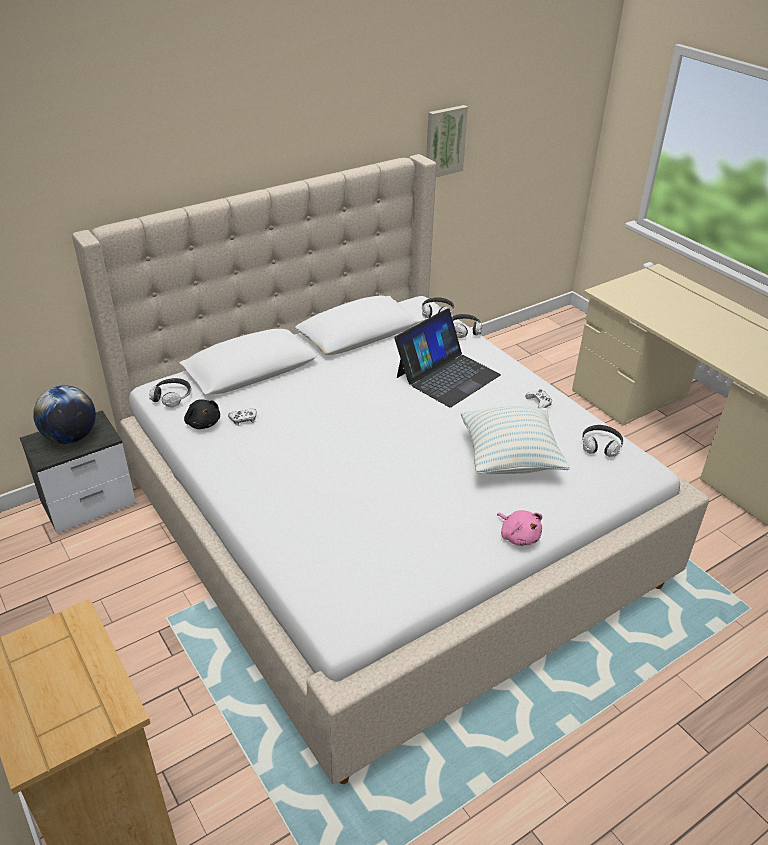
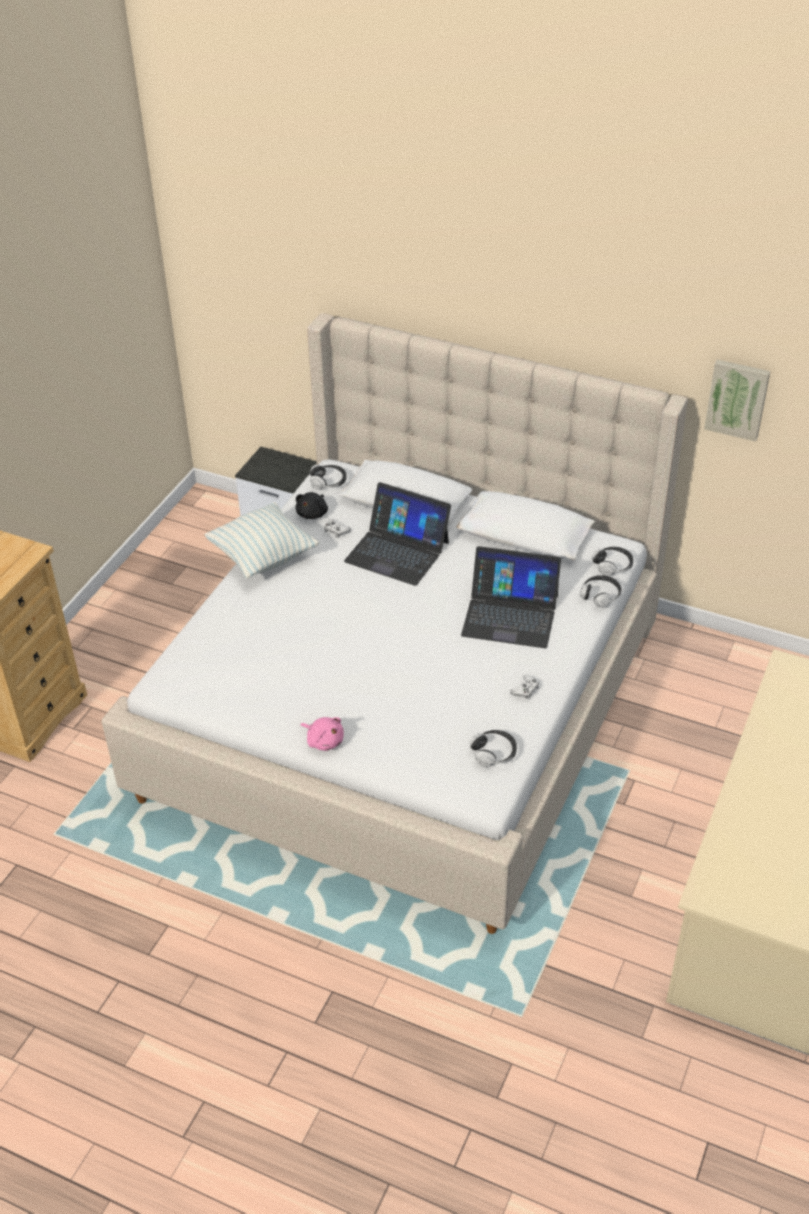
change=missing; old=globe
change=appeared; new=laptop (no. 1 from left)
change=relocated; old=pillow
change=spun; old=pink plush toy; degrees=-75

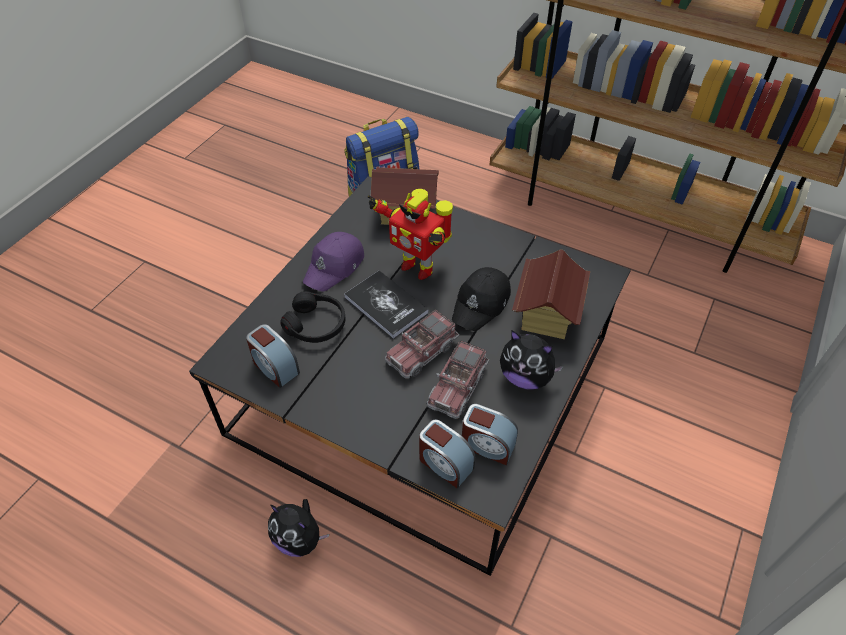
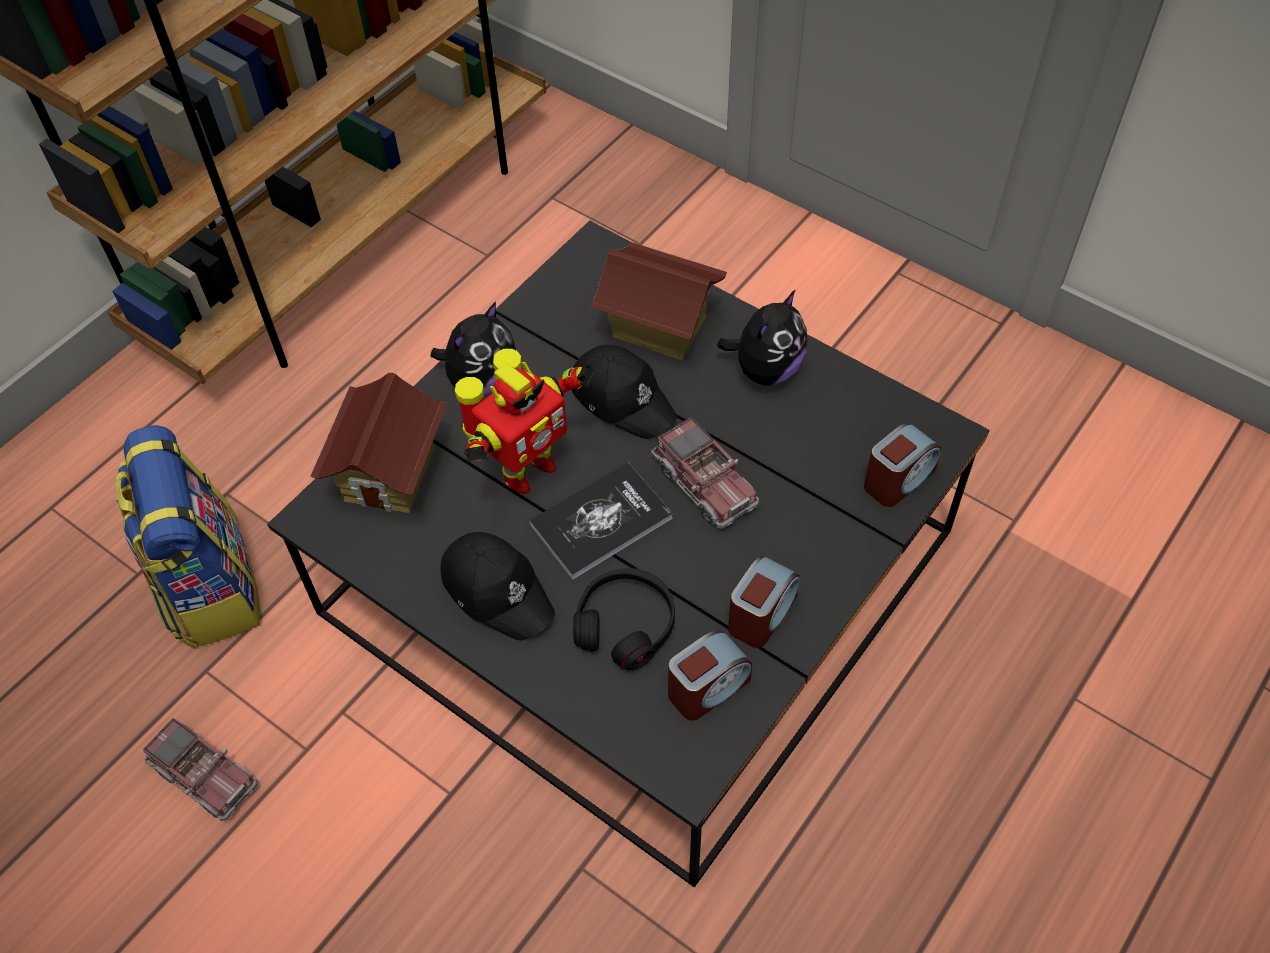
change=relocated; old=plush toy (no. 1 from left)
change=relocated; old=toy truck (no. 2 from left in the first image); new=toy truck (no. 1 from left)
change=relocated; old=alarm clock (no. 3 from left in the first image); new=alarm clock (no. 2 from left)
change=colour; old=purple cap; new=black cap (no. 1 from left)

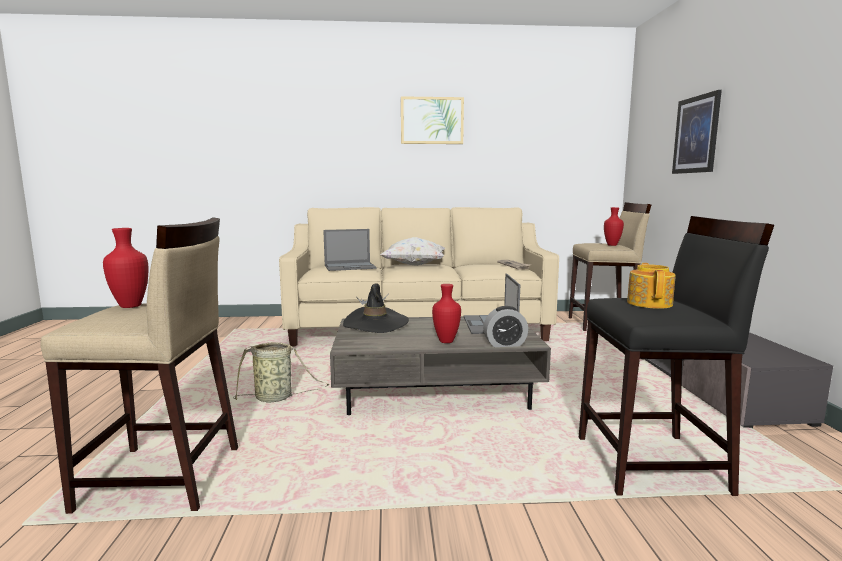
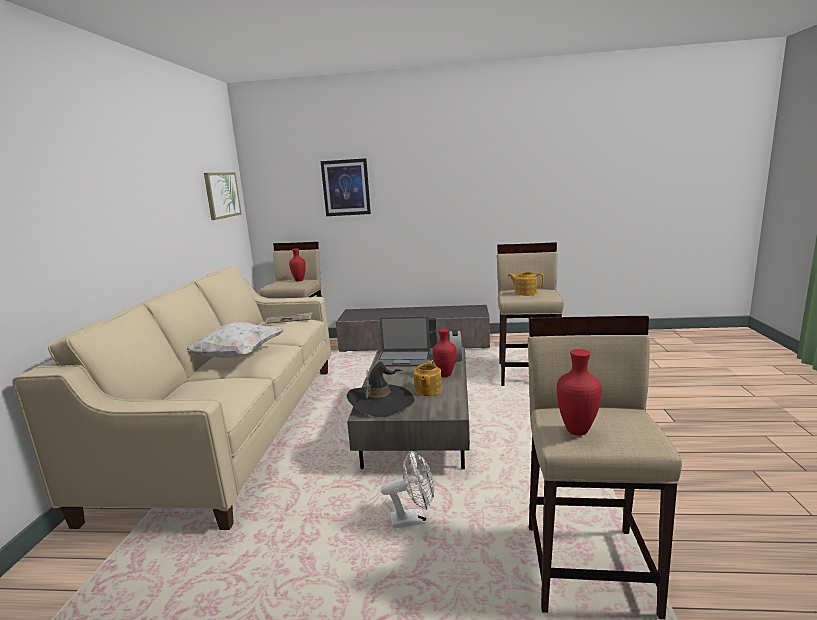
change=missing; old=laptop (no. 1 from left)
change=appeared; new=teapot (no. 1 from left)
change=relocated; old=picture (no. 1 from left)
change=exchanged; old=basket; new=white fan
change=colour; old=black stool; new=beige stool (no. 2 from left)

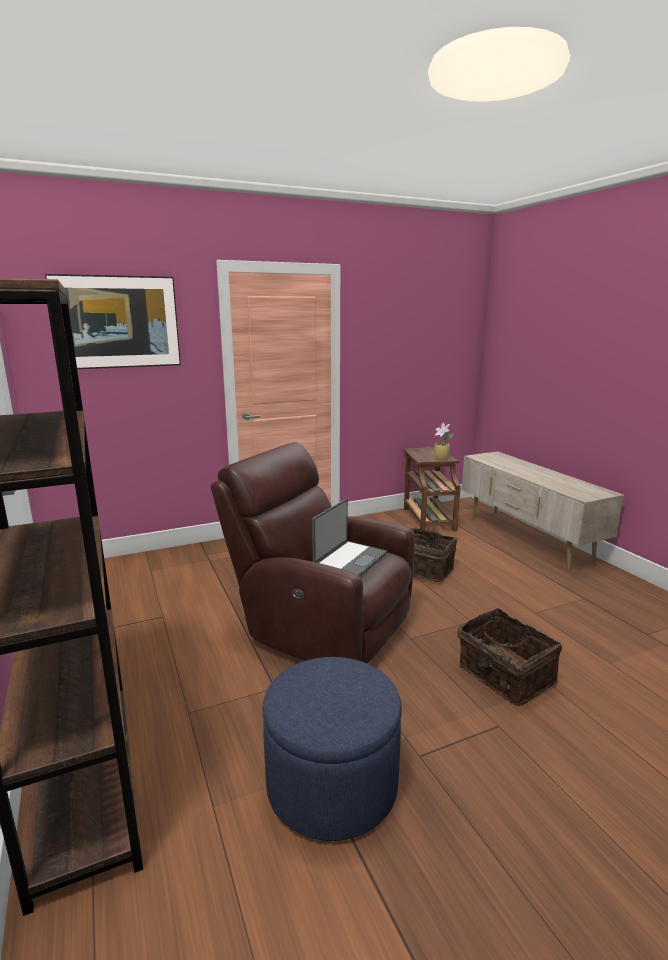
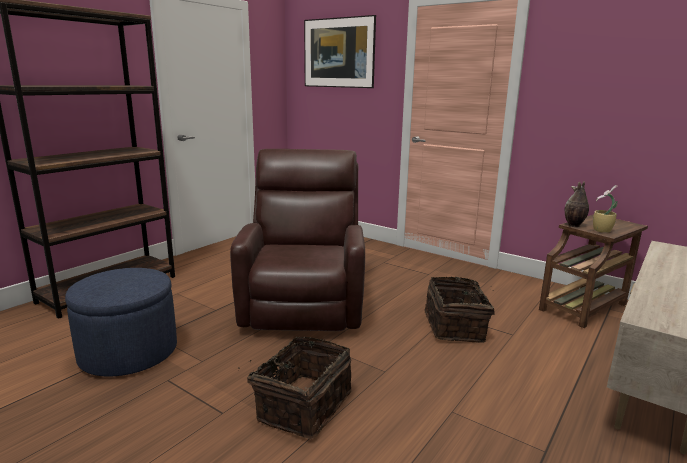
change=missing; old=laptop
change=appeared; new=vase

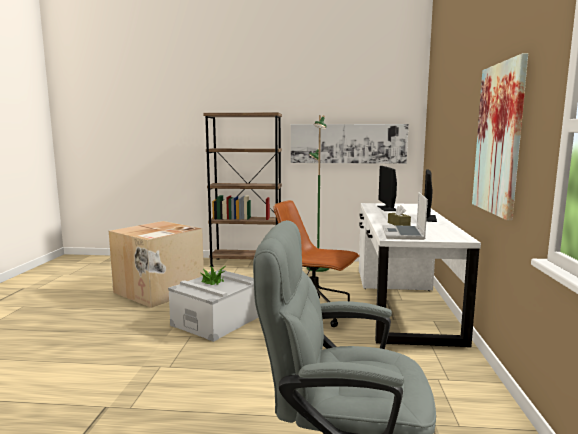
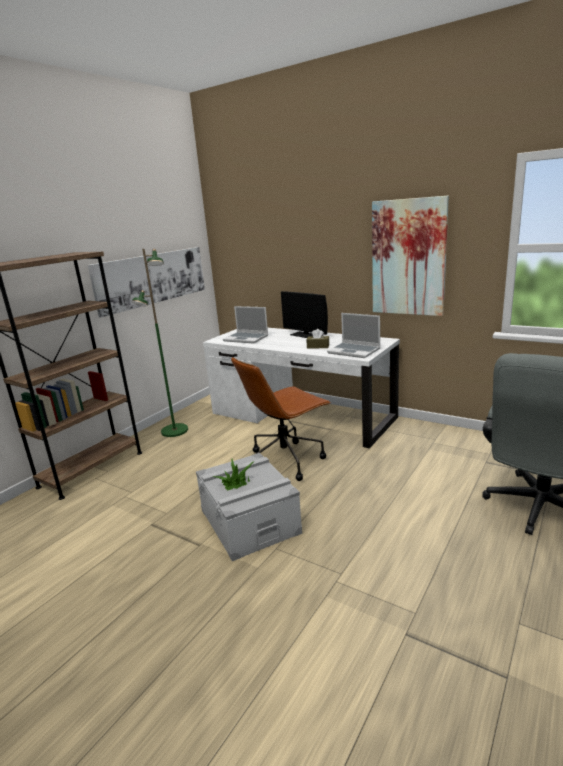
change=missing; old=cardboard box
change=exchanged; old=monitor (no. 1 from left); new=laptop (no. 1 from left)

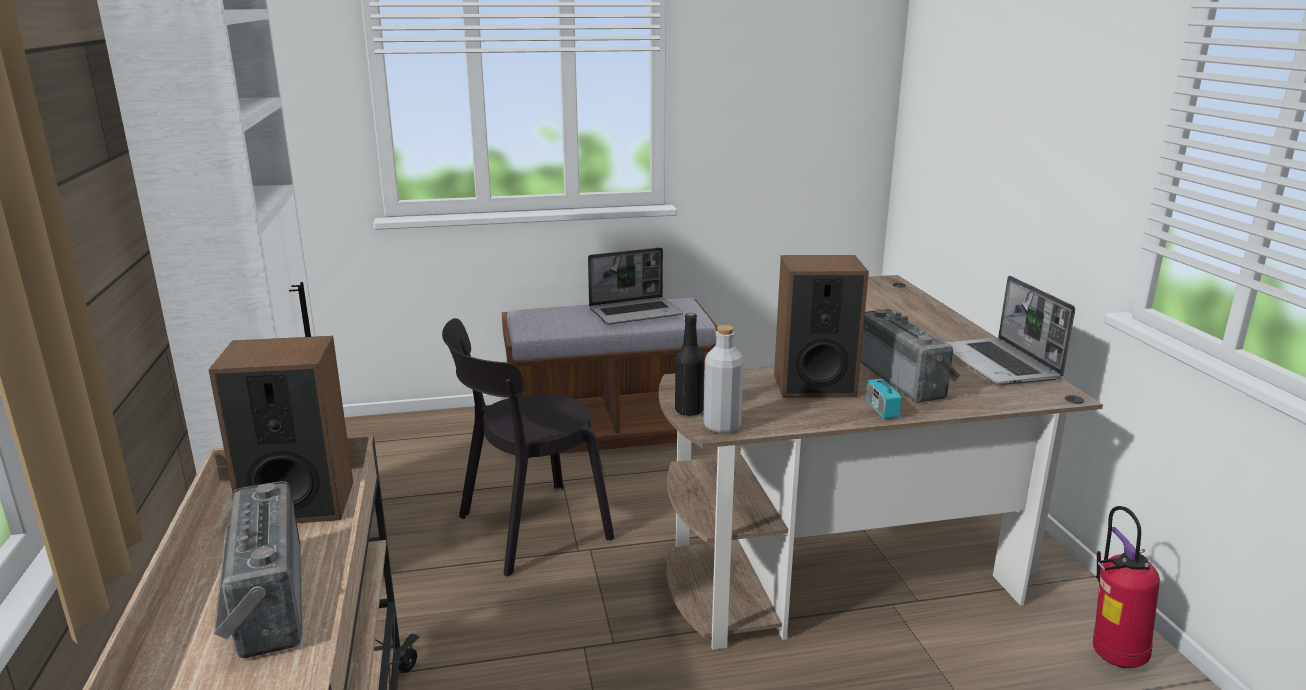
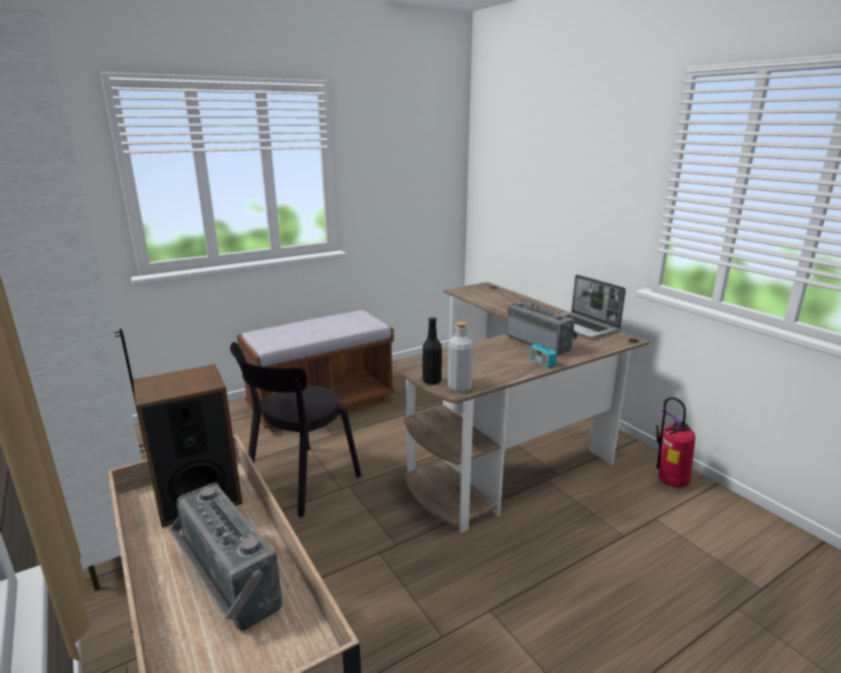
change=missing; old=laptop (no. 1 from left)
change=missing; old=speaker (no. 2 from left)

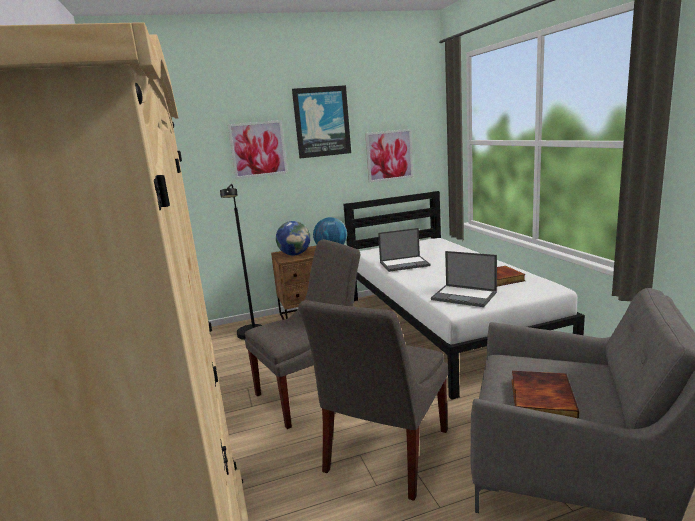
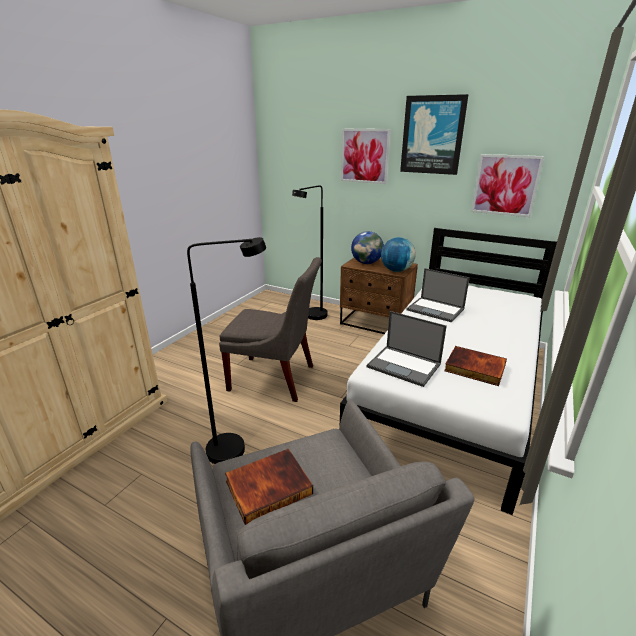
change=exchanged; old=grey chair (no. 2 from left); new=black floor lamp (no. 1 from left)
change=spun; old=laptop (no. 2 from left in the first image); degrees=-45

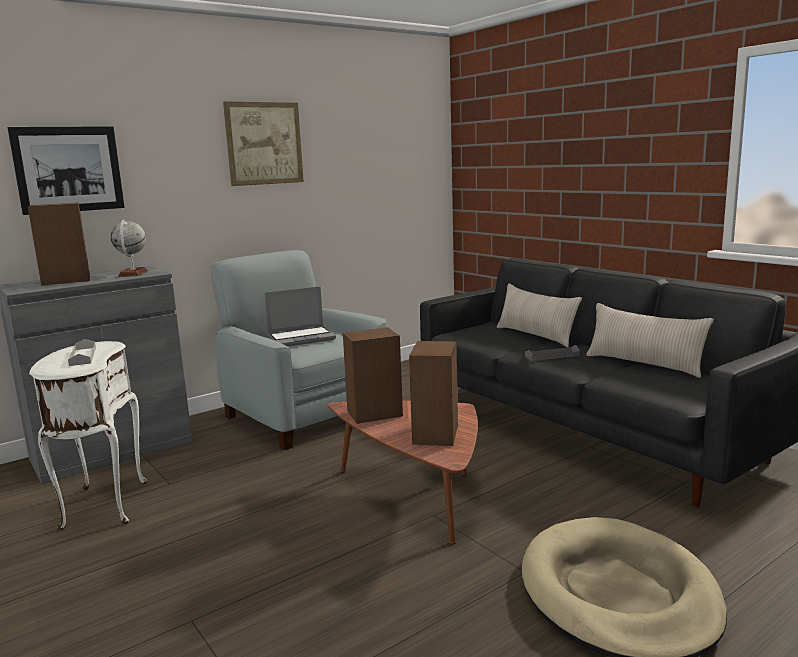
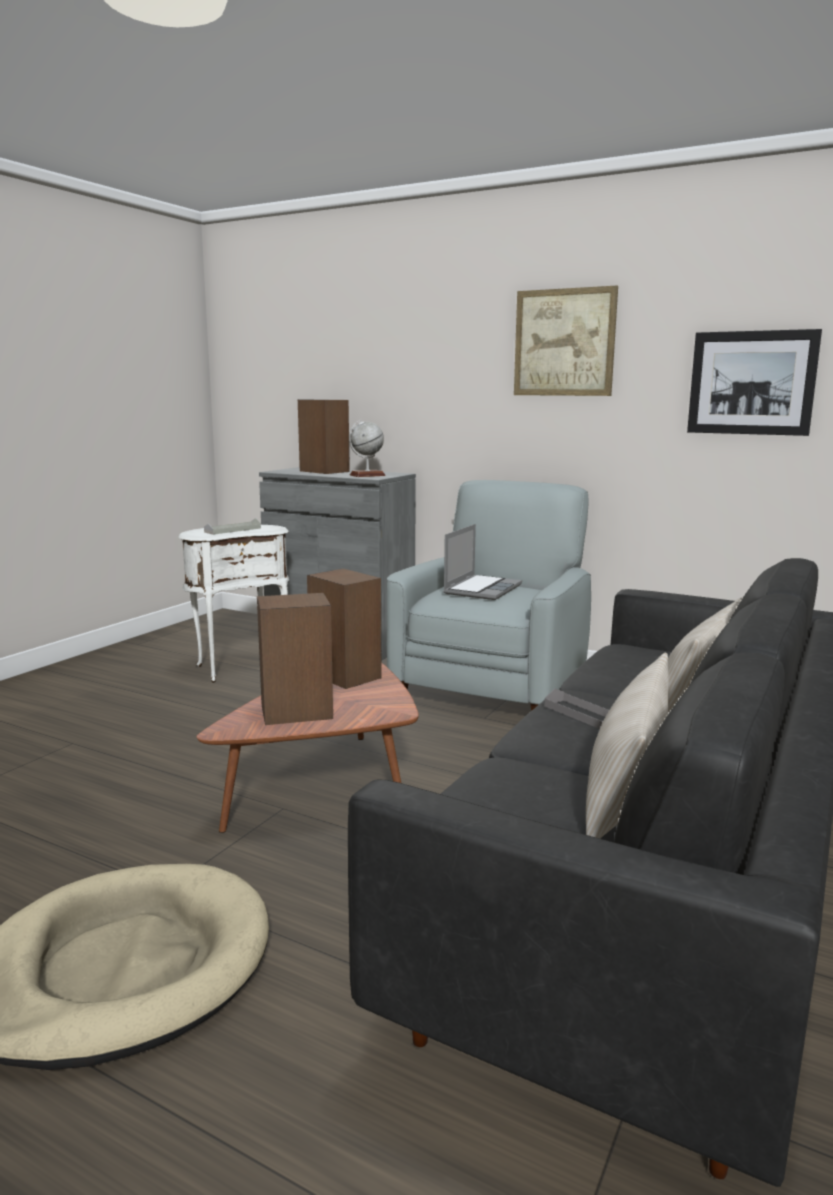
change=relocated; old=picture (no. 1 from left in the first image); new=picture (no. 2 from left)
change=spun; old=laptop; degrees=-105

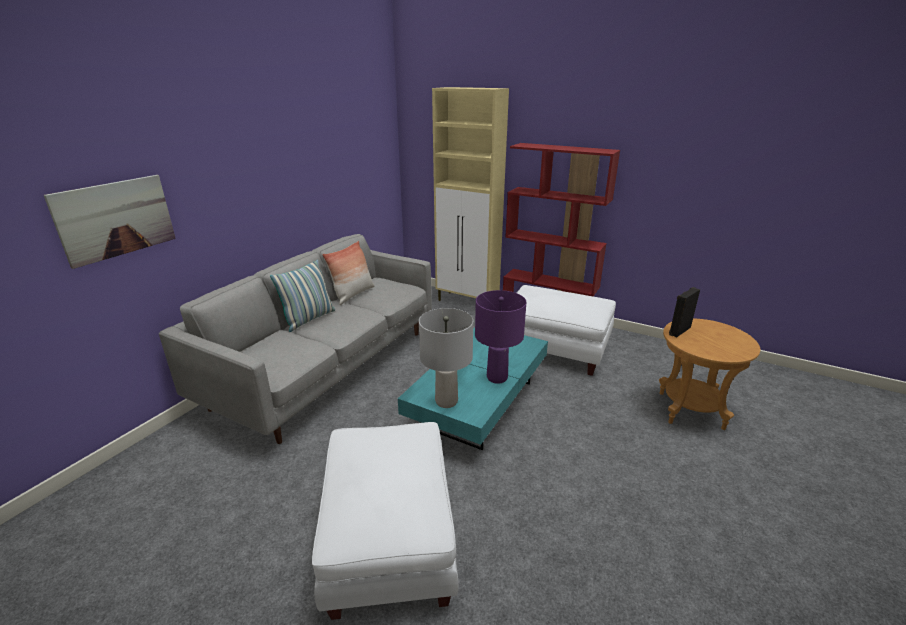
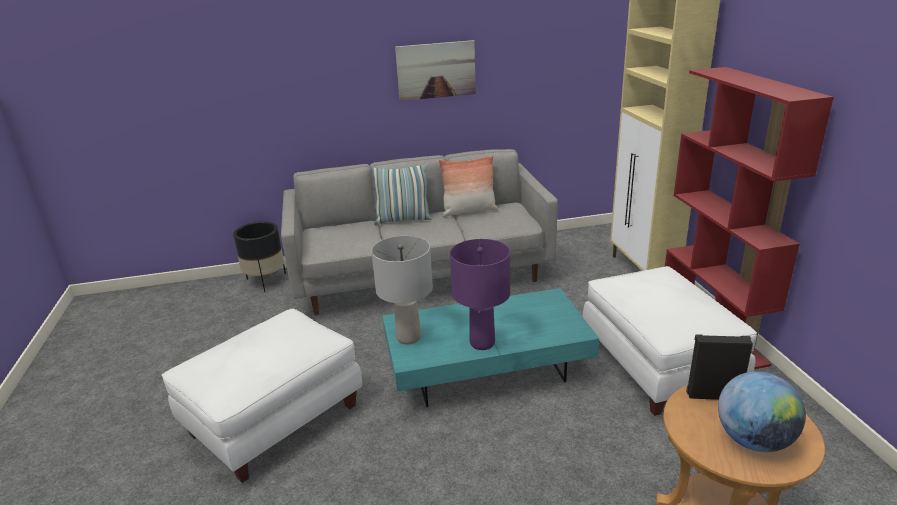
change=appeared; new=black planter
change=appeared; new=globe
change=relocated; old=picture

